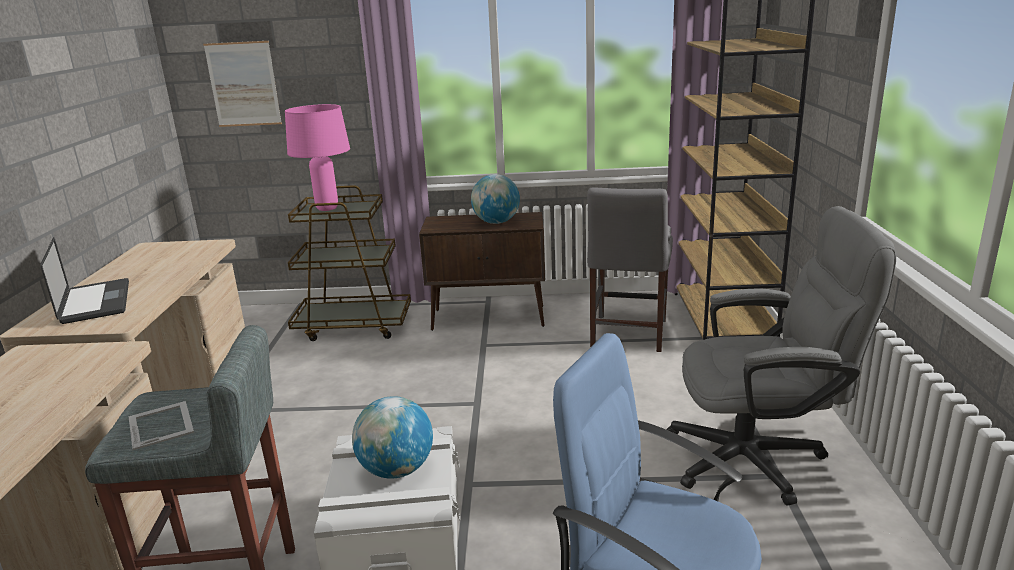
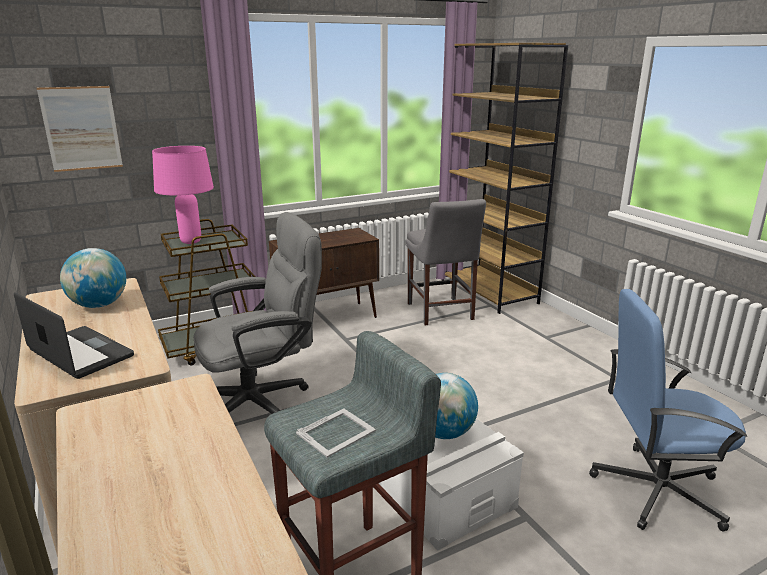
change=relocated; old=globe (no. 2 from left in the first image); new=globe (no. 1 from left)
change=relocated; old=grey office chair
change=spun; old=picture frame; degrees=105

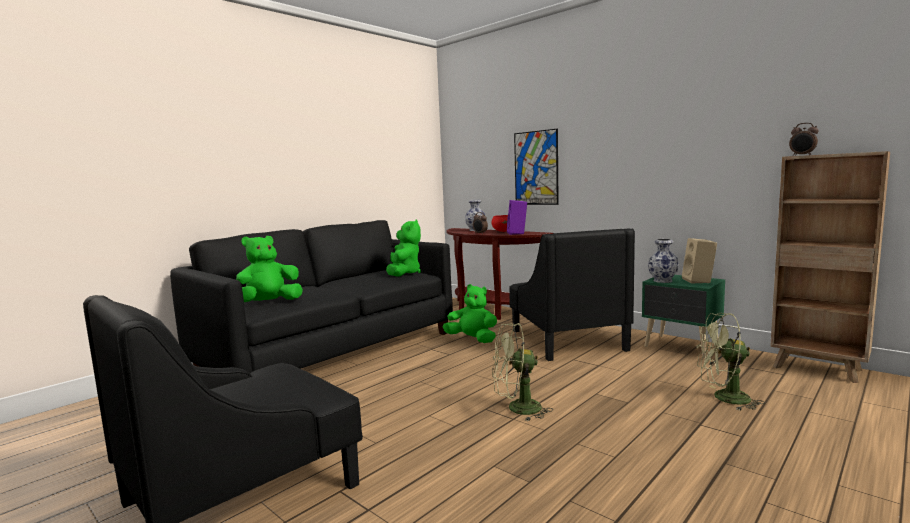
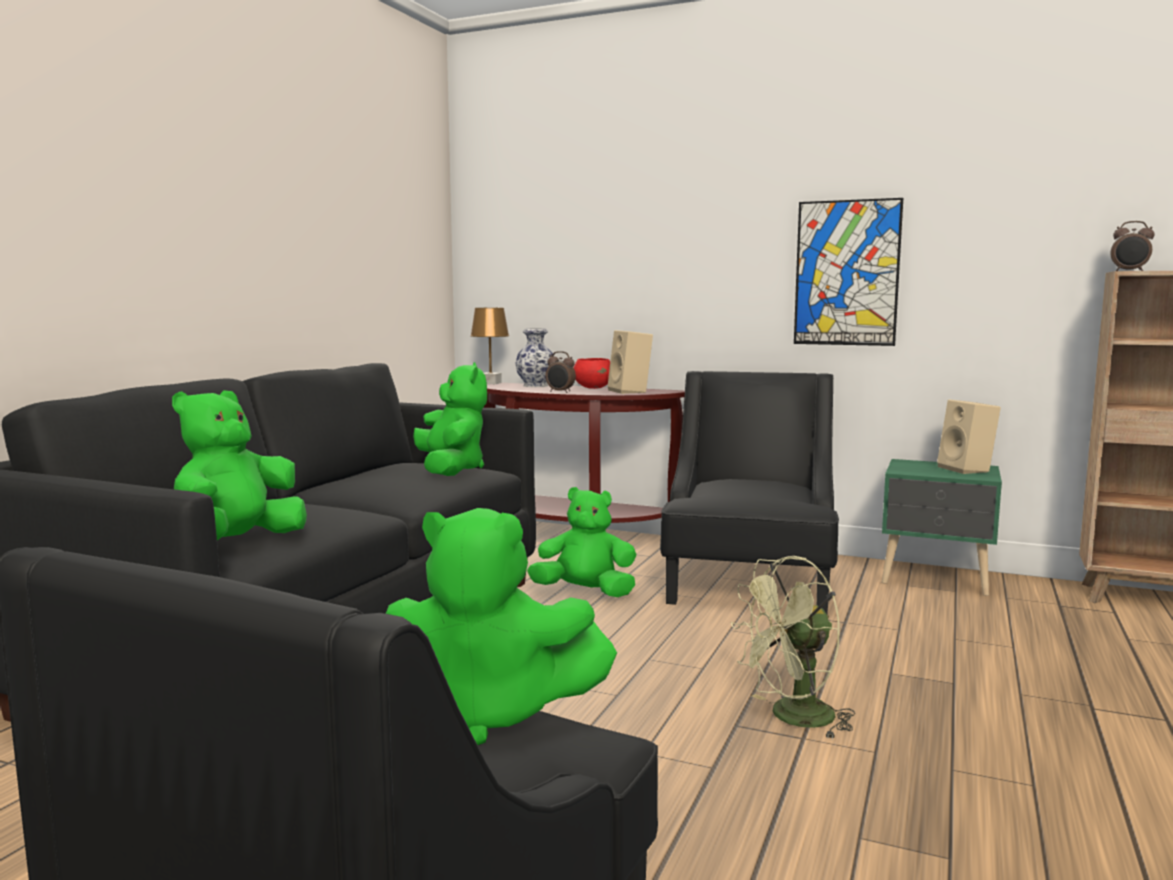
change=missing; old=vase (no. 2 from left)
change=missing; old=green fan (no. 2 from left)
change=appeared; new=green plush toy (no. 3 from left)
change=appeared; new=brown table lamp
change=relocated; old=picture
change=colour; old=purple speaker; new=beige speaker (no. 1 from left)
change=spun; old=black armchair (no. 2 from left); degrees=-135

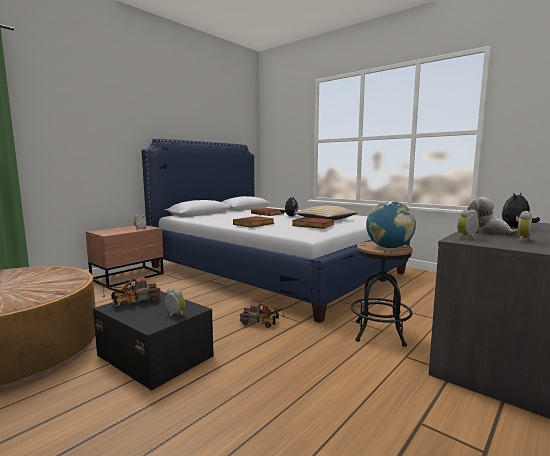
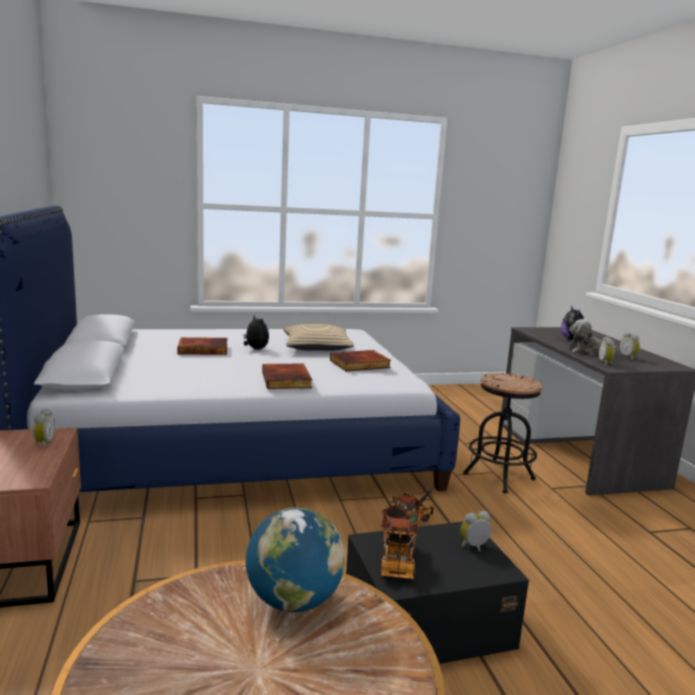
change=relocated; old=globe

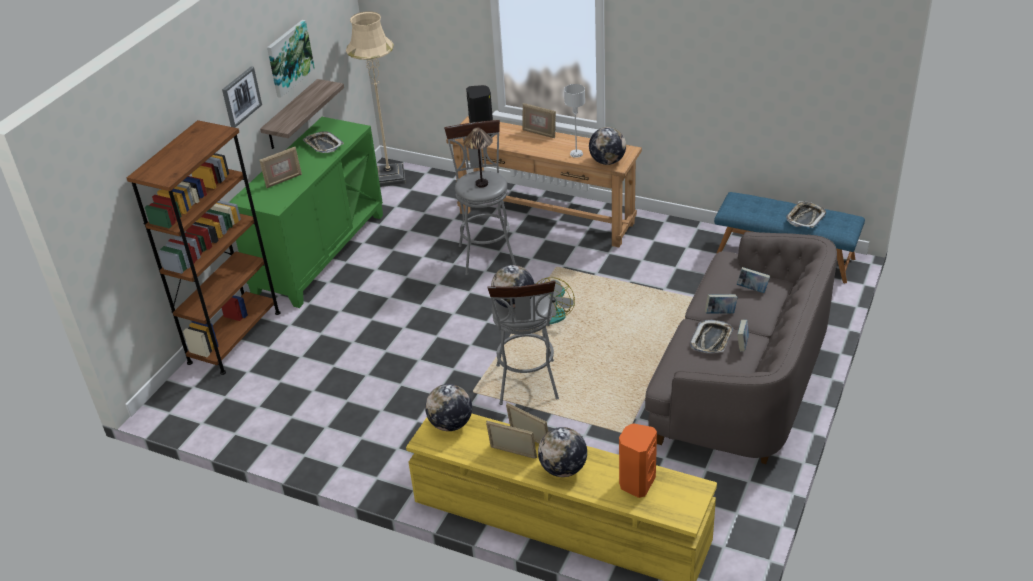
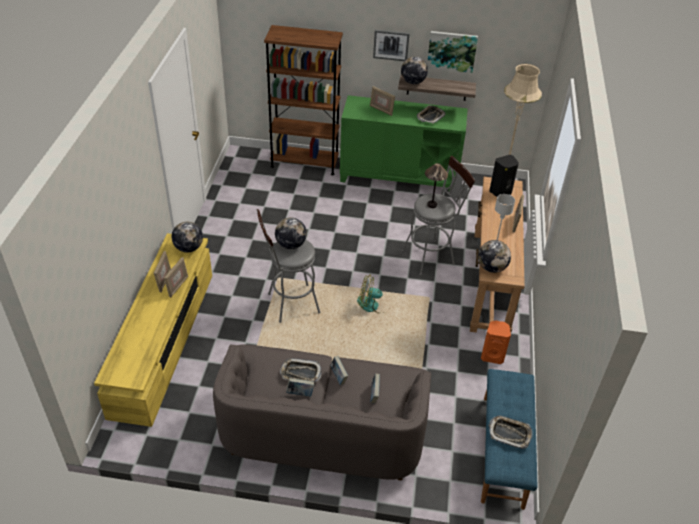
change=relocated; old=globe (no. 3 from left)
change=relocated; old=orange speaker

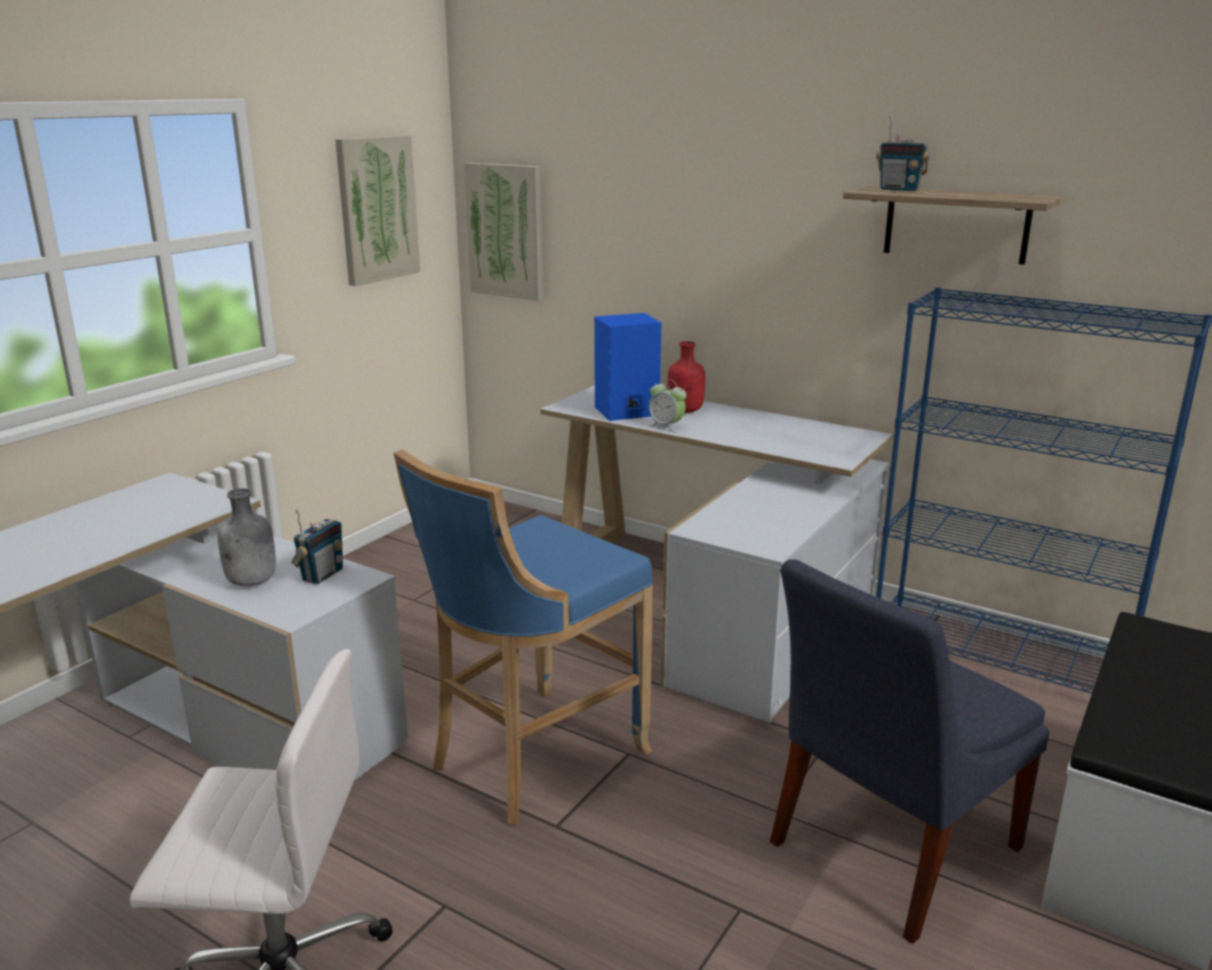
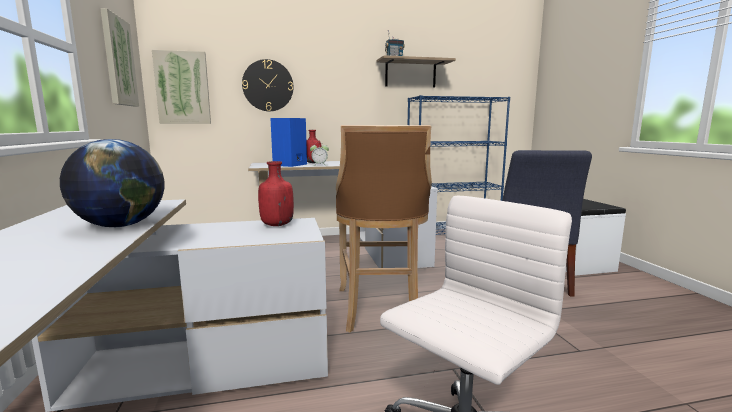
change=missing; old=grey bottle
change=appeared; new=globe
change=appeared; new=wall clock
change=exchanged; old=radio (no. 1 from left); new=red bottle (no. 1 from left)
change=colour; old=blue stool; new=brown stool

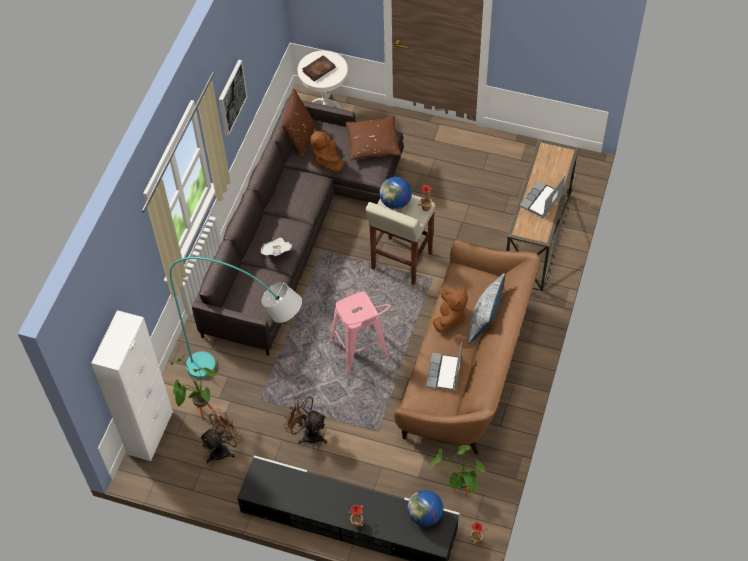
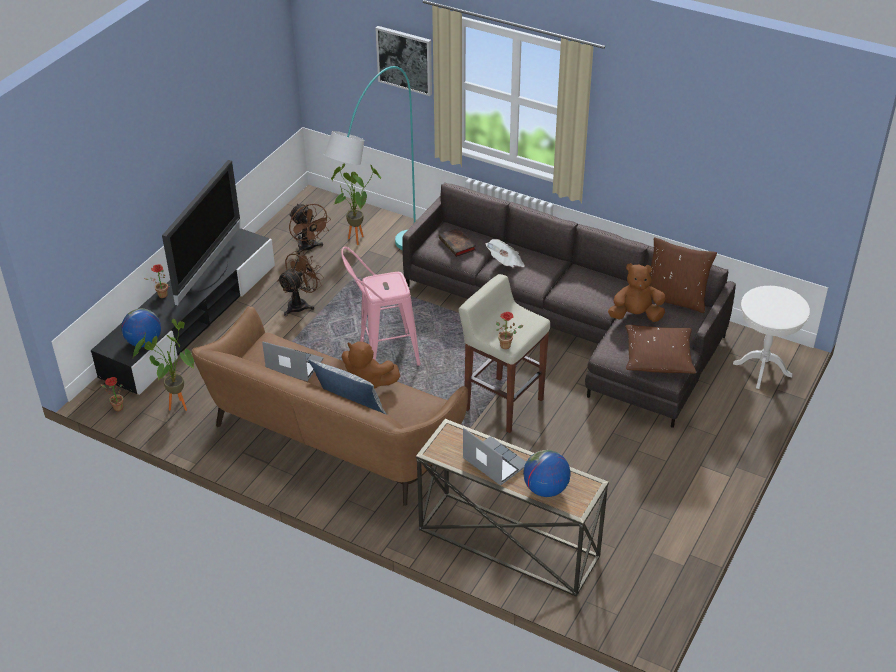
change=missing; old=white cabinet
change=appeared; new=television
change=relocated; old=picture
change=relocated; old=book
change=relocated; old=globe (no. 1 from left in the first image); new=globe (no. 2 from left)

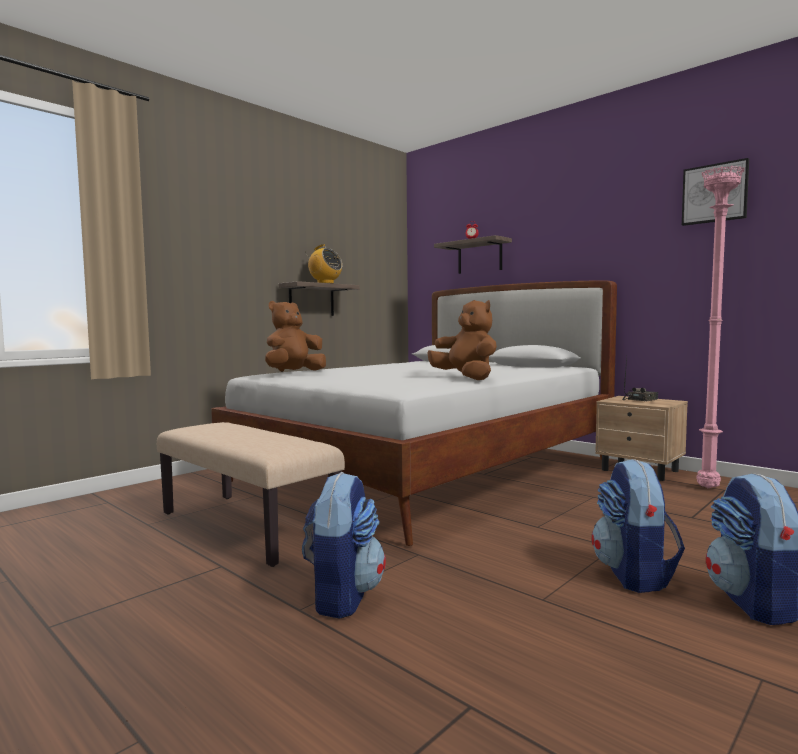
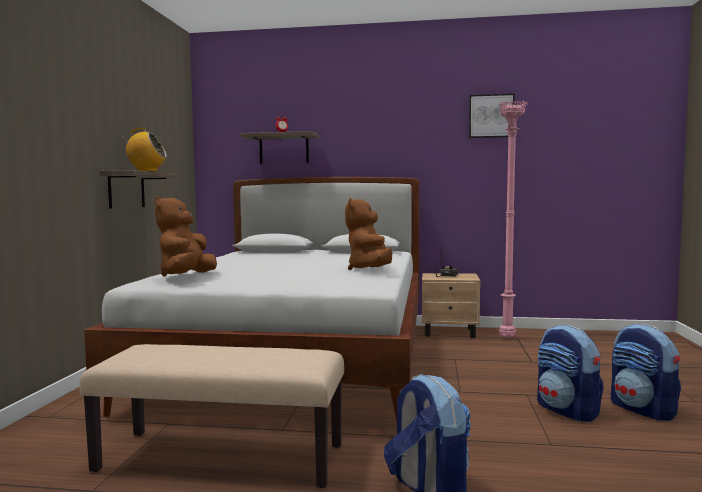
change=spun; old=brown plush toy (no. 2 from left); degrees=-105

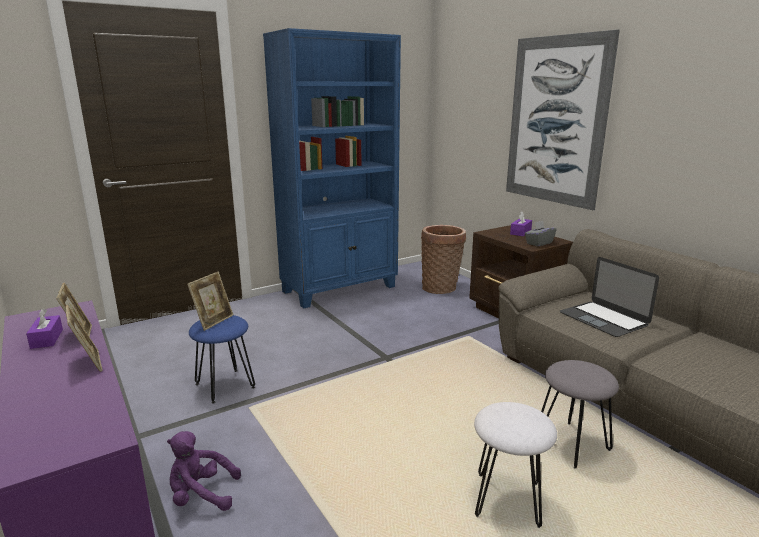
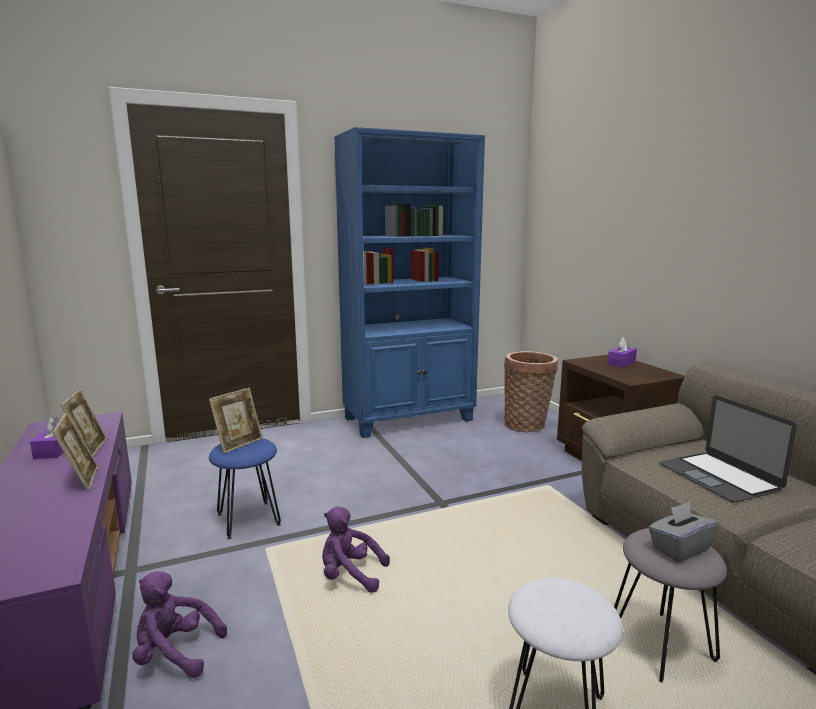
change=missing; old=picture
change=appeared; new=purple plush toy (no. 2 from left)
change=relocated; old=grey tissue box

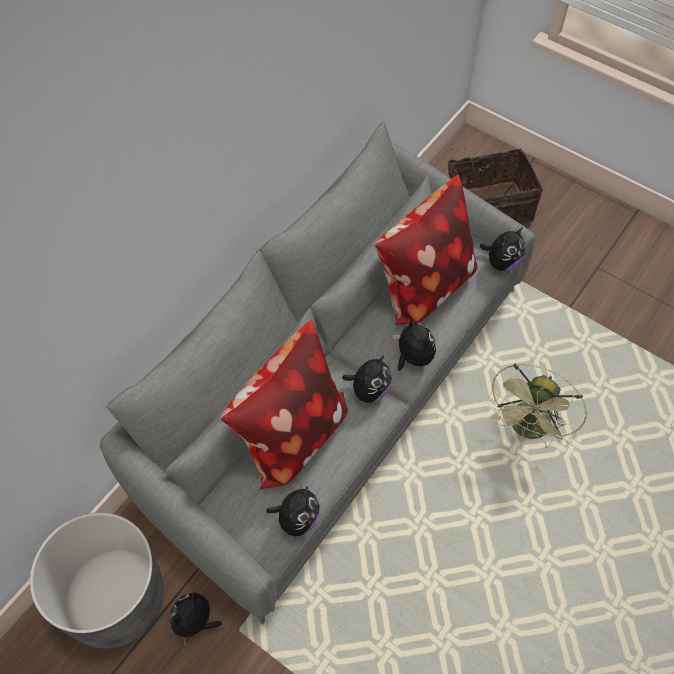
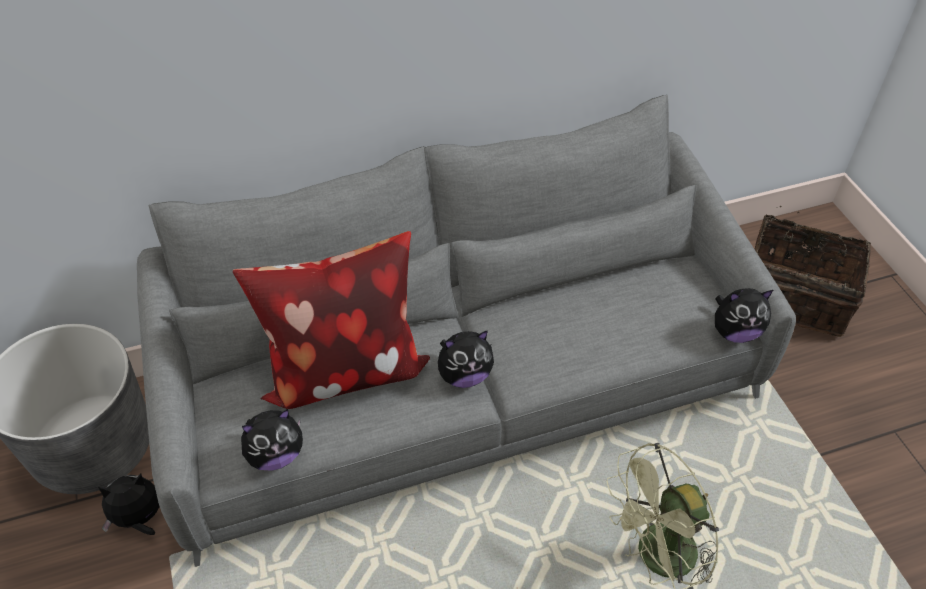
change=missing; old=pillow (no. 2 from left)
change=missing; old=plush toy (no. 4 from left)

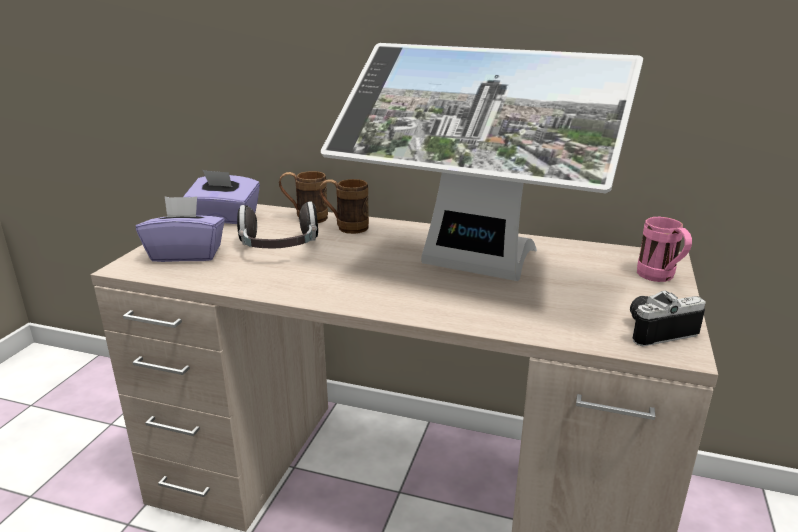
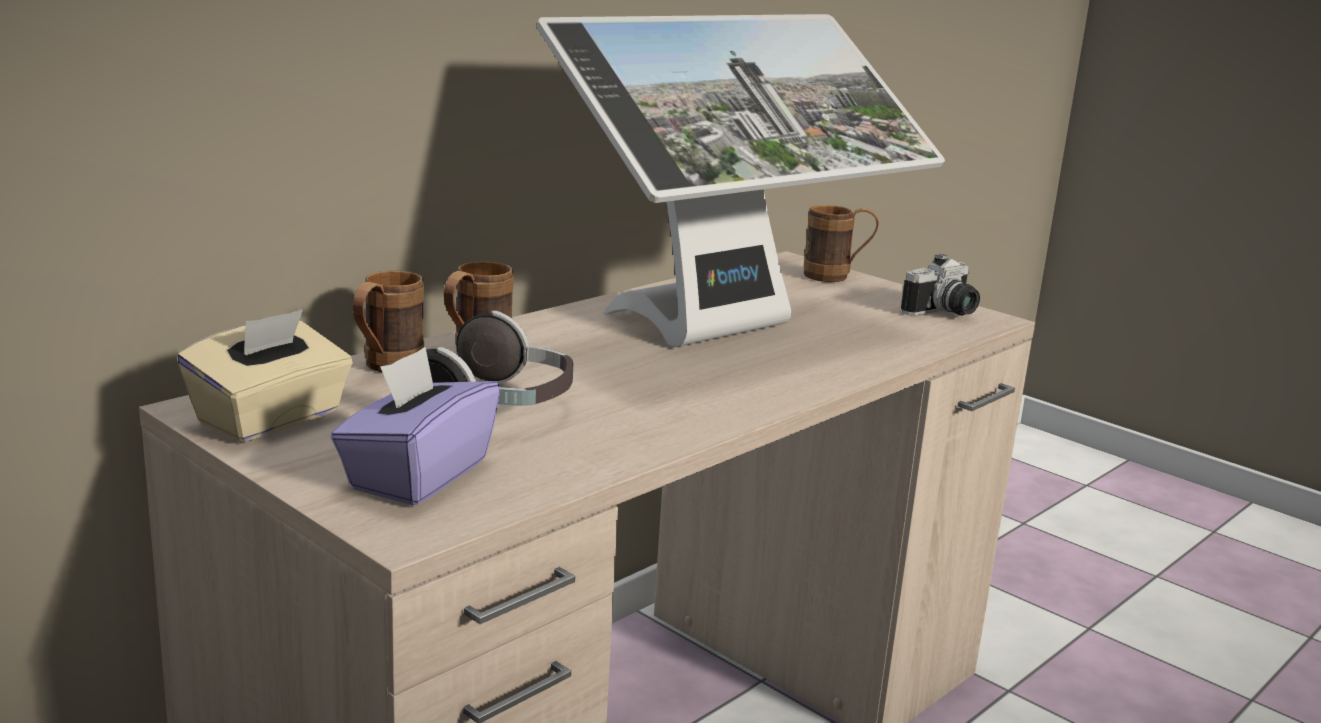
change=colour; old=purple tissue box (no. 2 from left); new=beige tissue box
change=colour; old=pink mug; new=brown mug (no. 3 from left)
change=spun; old=photo camera; degrees=-135

